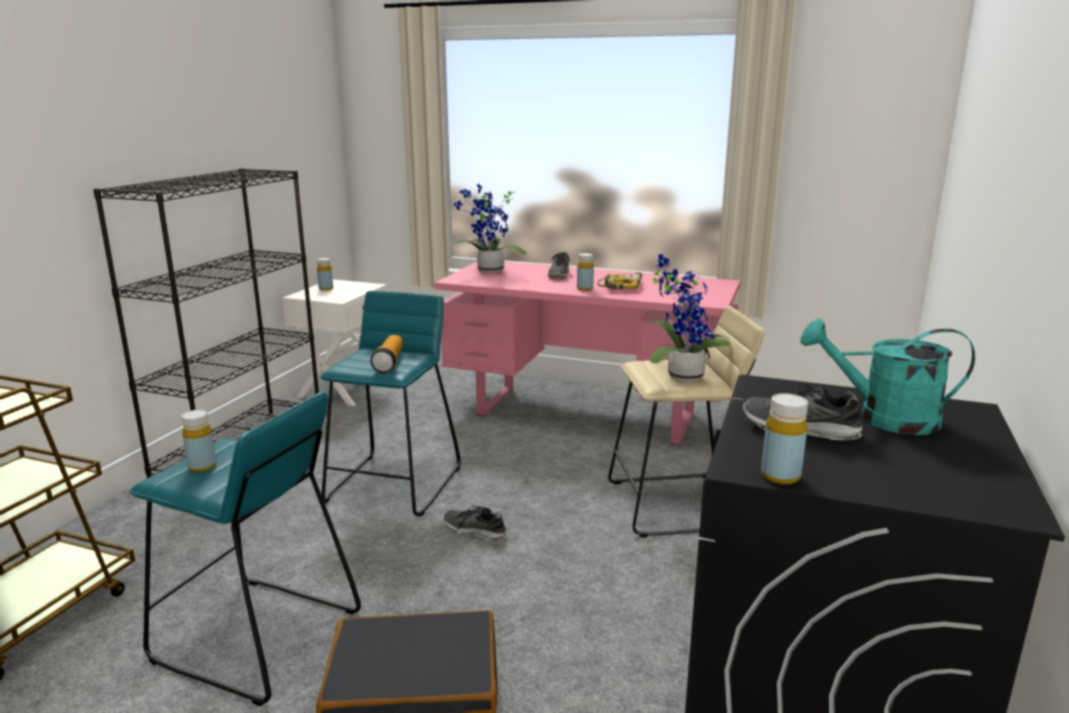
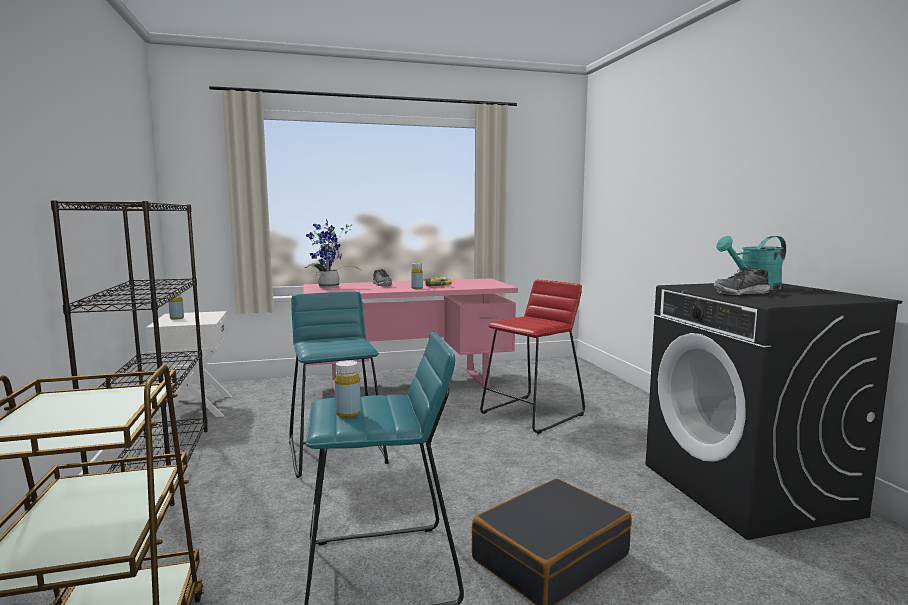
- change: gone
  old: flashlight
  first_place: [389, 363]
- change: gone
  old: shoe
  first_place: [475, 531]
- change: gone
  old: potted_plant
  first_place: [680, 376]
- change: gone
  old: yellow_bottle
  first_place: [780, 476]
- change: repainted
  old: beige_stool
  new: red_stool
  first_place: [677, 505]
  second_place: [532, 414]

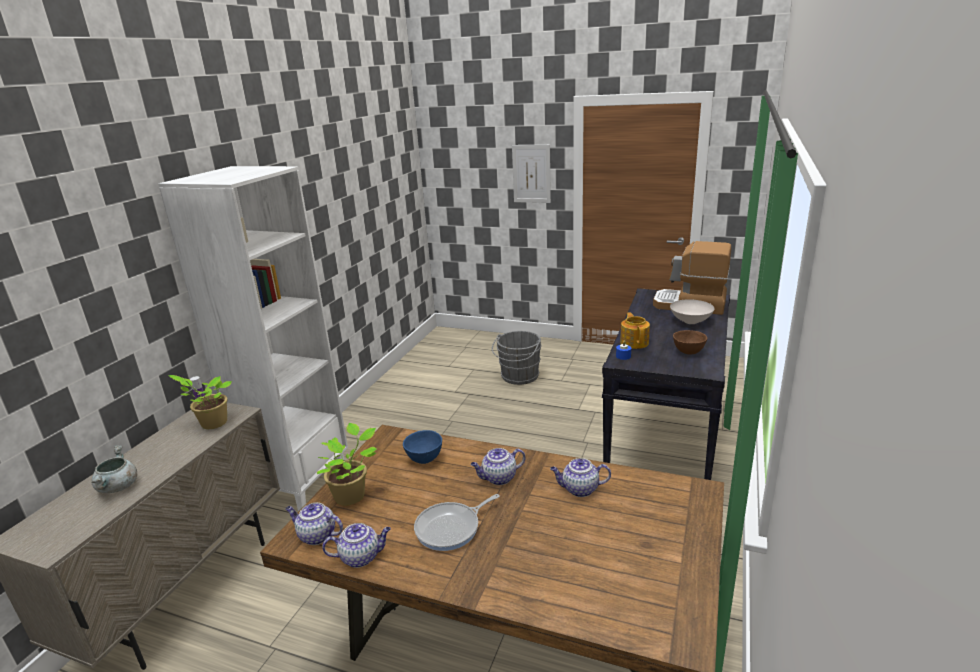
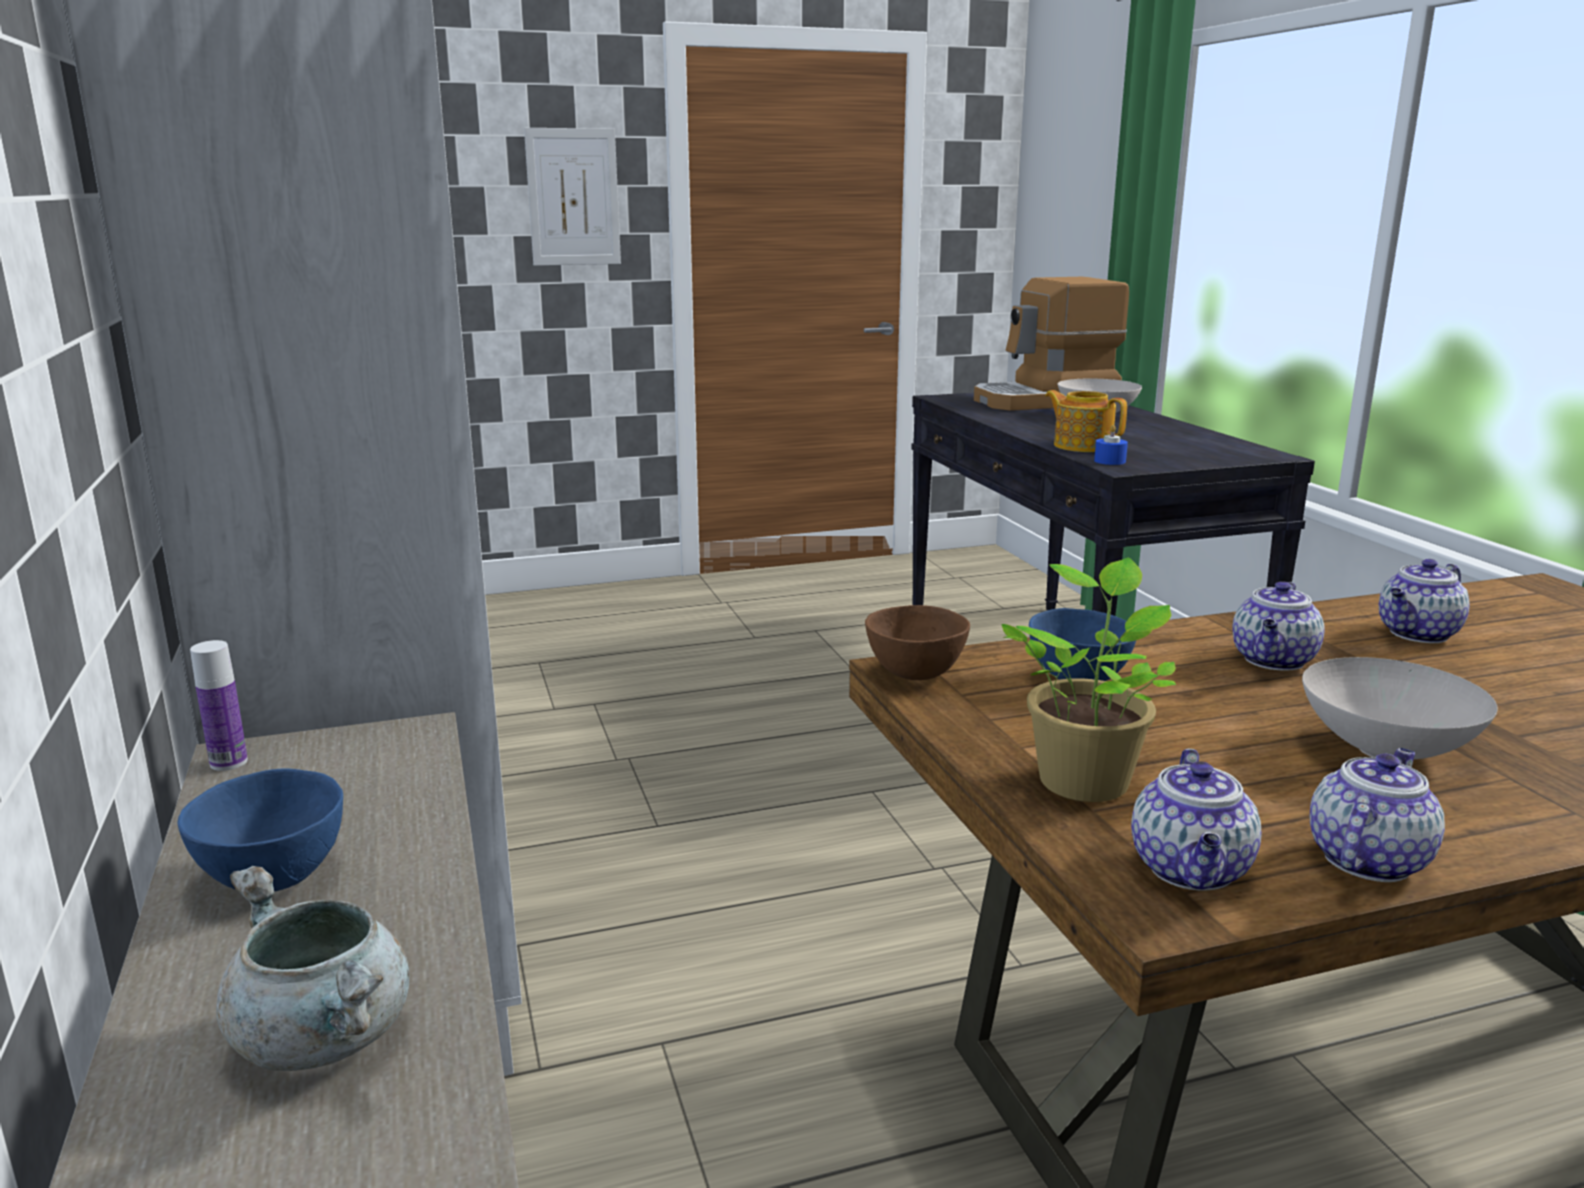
- change: gone
  old: potted_plant
  first_place: [212, 423]
- change: gone
  old: grey_bucket
  first_place: [518, 377]
- change: new
  new: blue_bowl
  second_place: [273, 876]
- change: shifted
  old: brown_bowl
  first_place: [688, 352]
  second_place: [914, 674]
- change: swapped
  old: frying_pan
  new: white_bowl
  first_place: [451, 528]
  second_place: [1389, 750]
- change: rotated
  old: teapot
  first_place: [316, 536]
  second_place: [1192, 871]
  degrees: -60

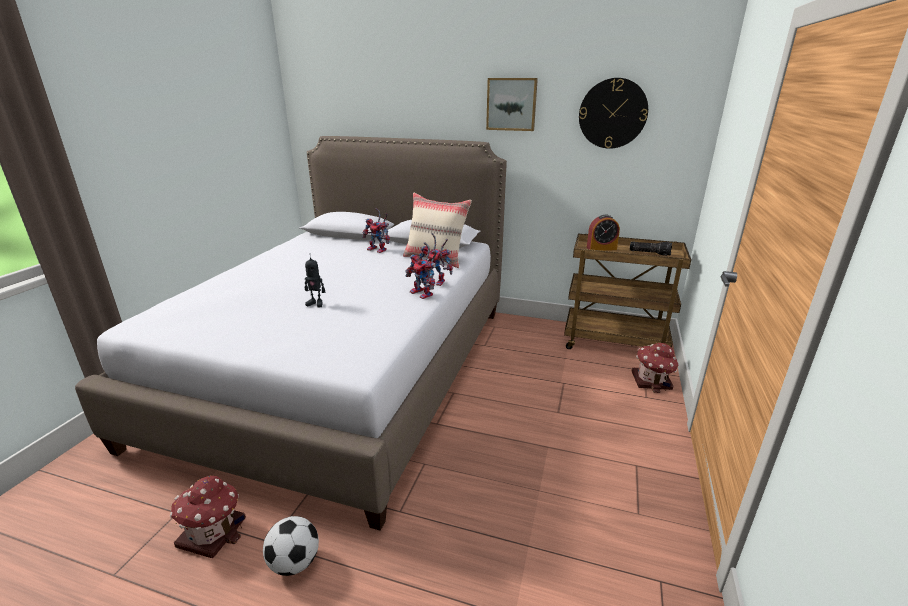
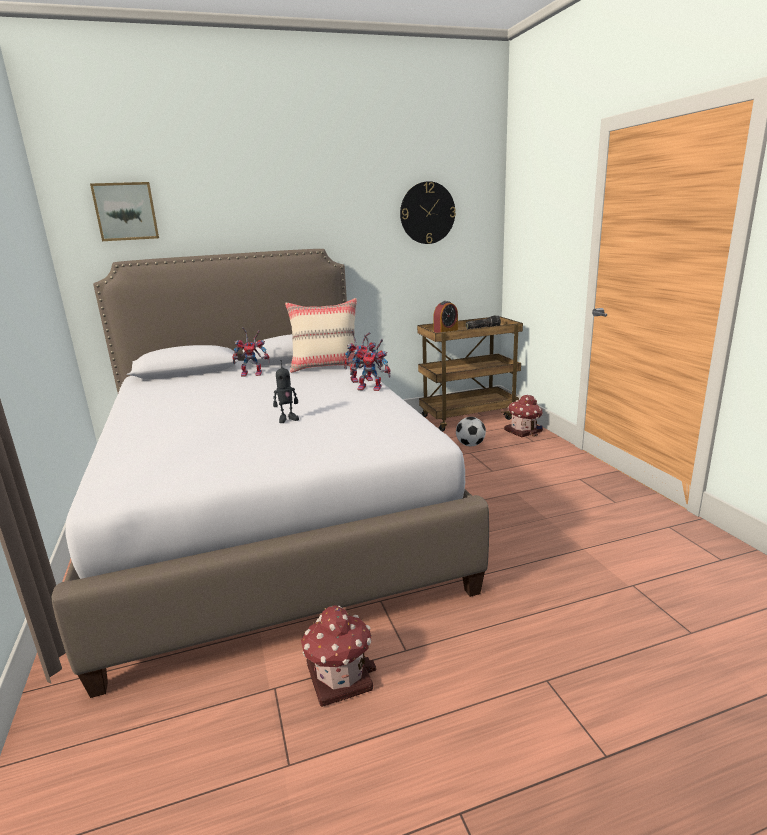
- change: shifted
  old: football
  first_place: [294, 563]
  second_place: [470, 445]
- change: shifted
  old: picture
  first_place: [511, 104]
  second_place: [126, 211]

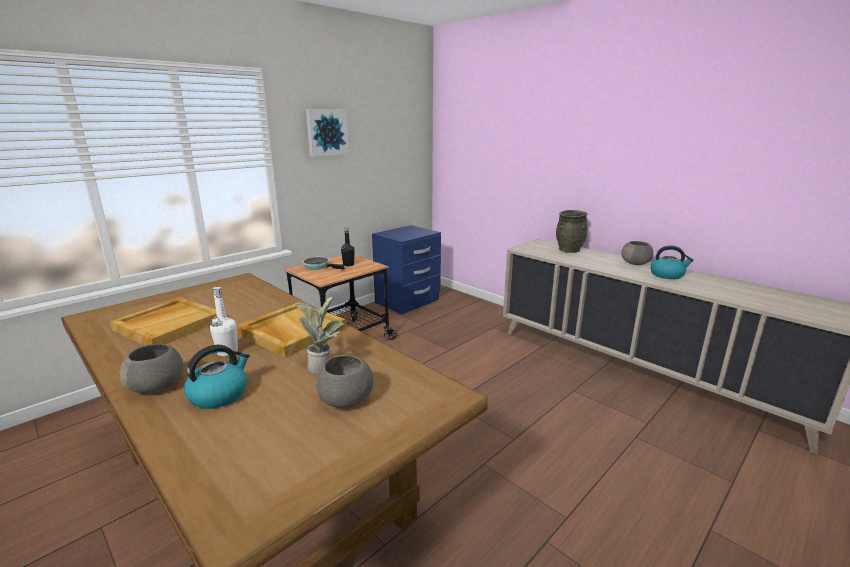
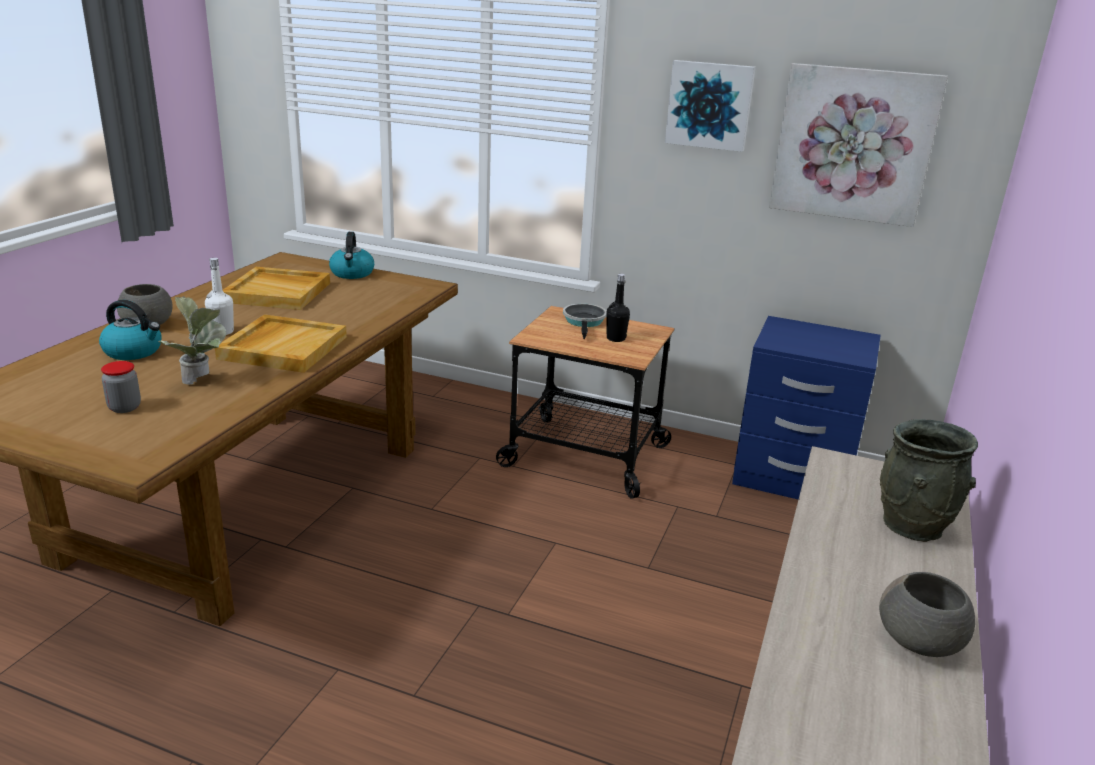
- change: new
  new: picture
  second_place: [853, 144]
- change: shifted
  old: kettle
  first_place: [667, 275]
  second_place: [352, 273]
- change: swapped
  old: grey_bowl
  new: jar
  first_place: [345, 400]
  second_place: [124, 407]

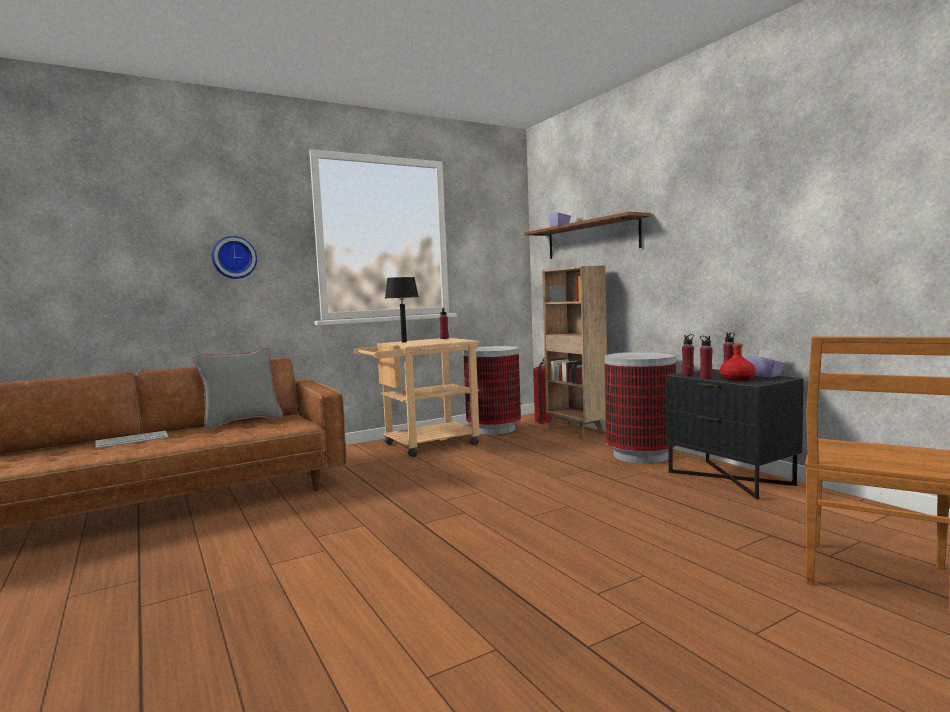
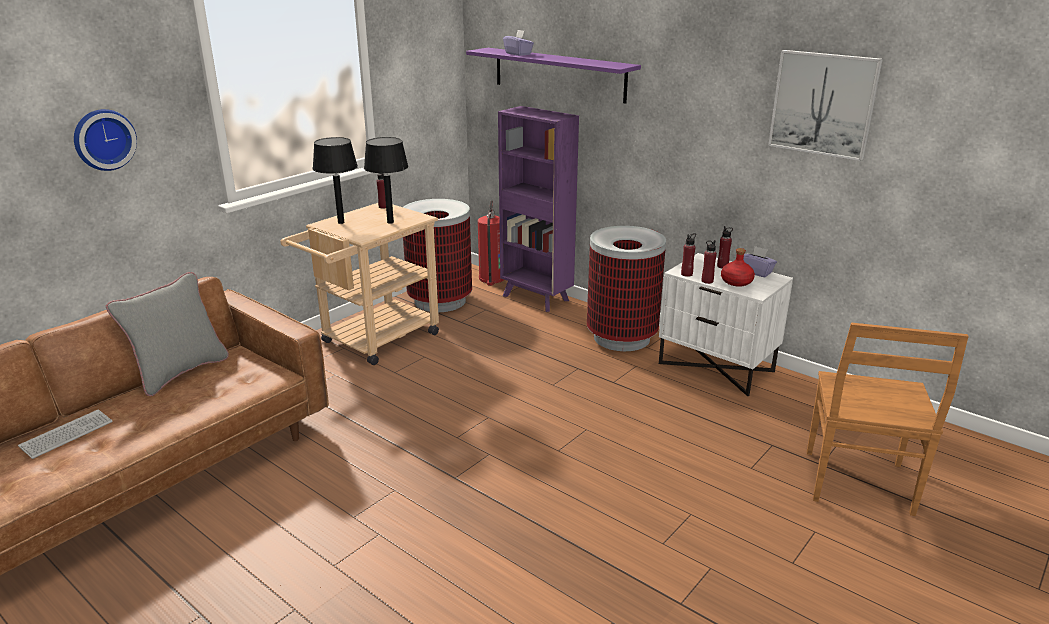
- change: new
  new: black_table_lamp
  second_place: [390, 222]
- change: new
  new: picture
  second_place: [823, 104]
- change: repainted
  old: brown_shelf
  new: purple_shelf
  first_place: [591, 239]
  second_place: [558, 74]
- change: repainted
  old: brown_bookcase
  new: purple_bookcase
  first_place: [576, 431]
  second_place: [536, 298]
- change: repainted
  old: black_nightstand
  new: white_nightstand
  first_place: [731, 478]
  second_place: [717, 367]

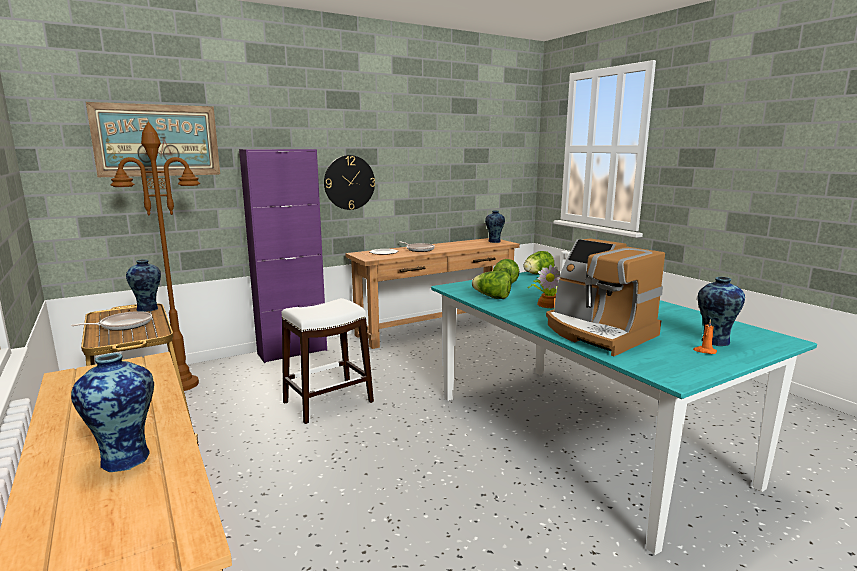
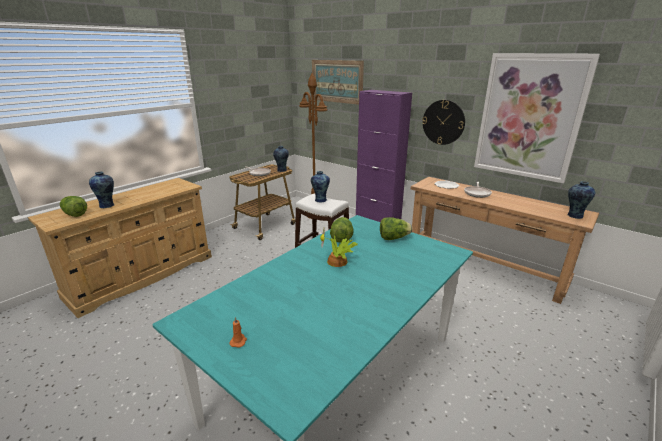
- change: gone
  old: coffee_machine
  first_place: [598, 333]
- change: new
  new: picture
  second_place: [529, 117]
- change: shifted
  old: lettuce
  first_place: [537, 275]
  second_place: [74, 214]
- change: shifted
  old: vase
  first_place: [714, 341]
  second_place: [320, 200]

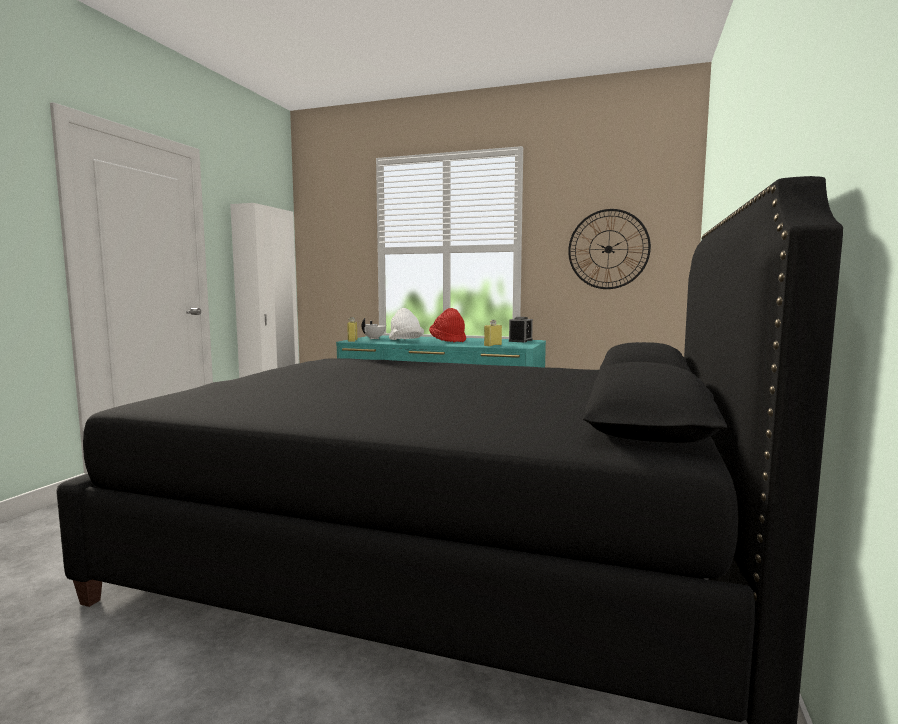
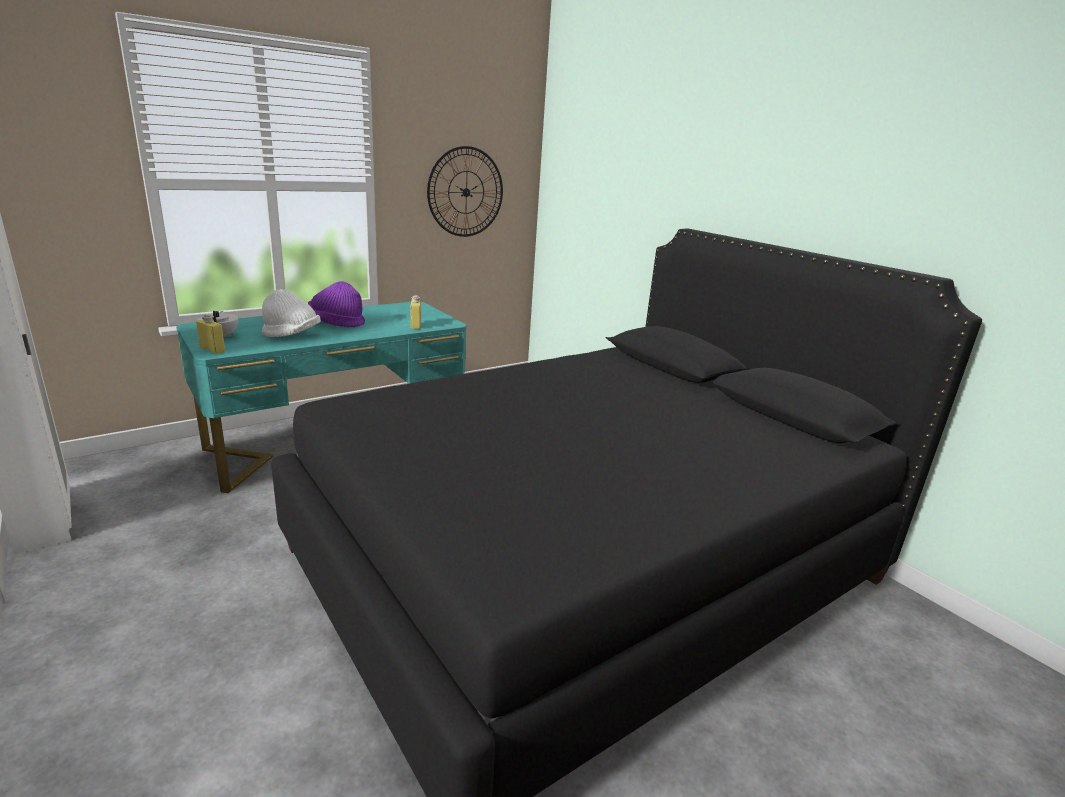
- change: gone
  old: alarm_clock
  first_place: [520, 341]
- change: repainted
  old: red_hat
  new: purple_hat
  first_place: [448, 341]
  second_place: [336, 323]

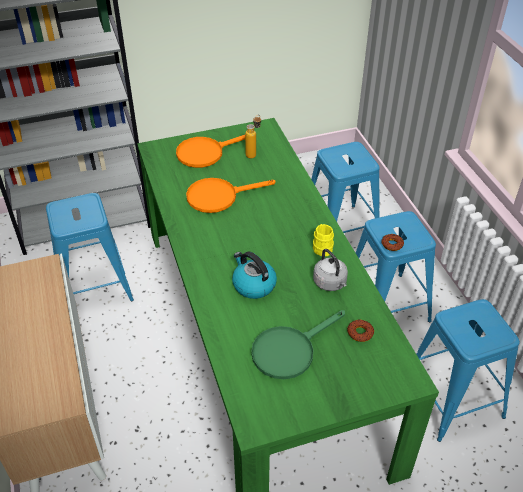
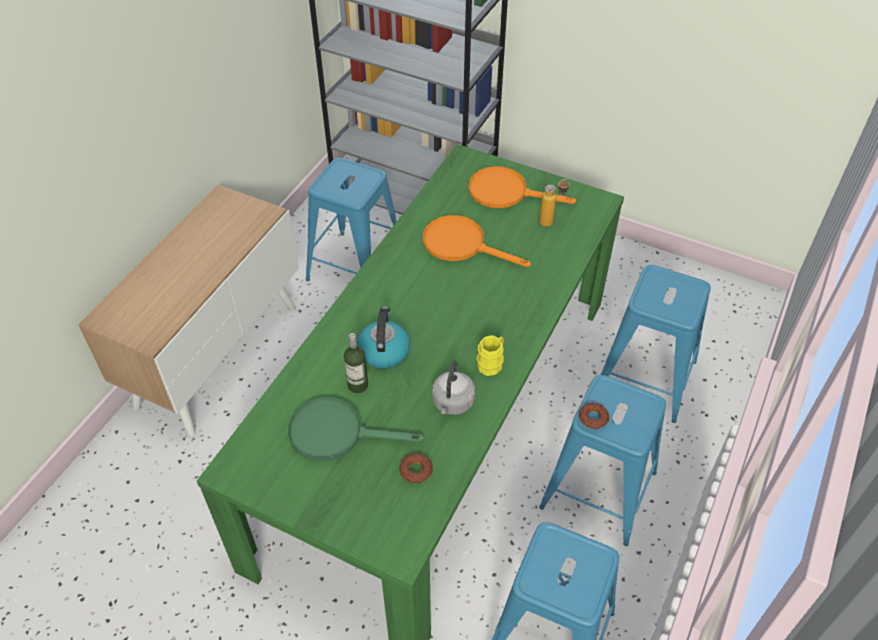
- change: new
  new: bottle
  second_place: [358, 385]

